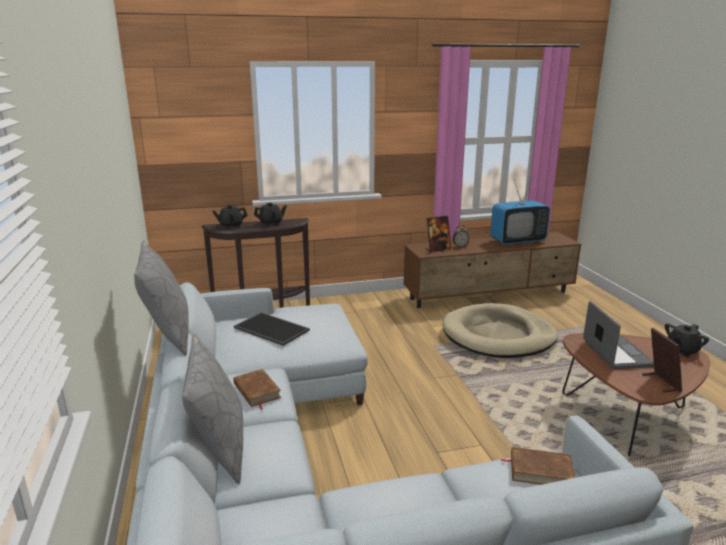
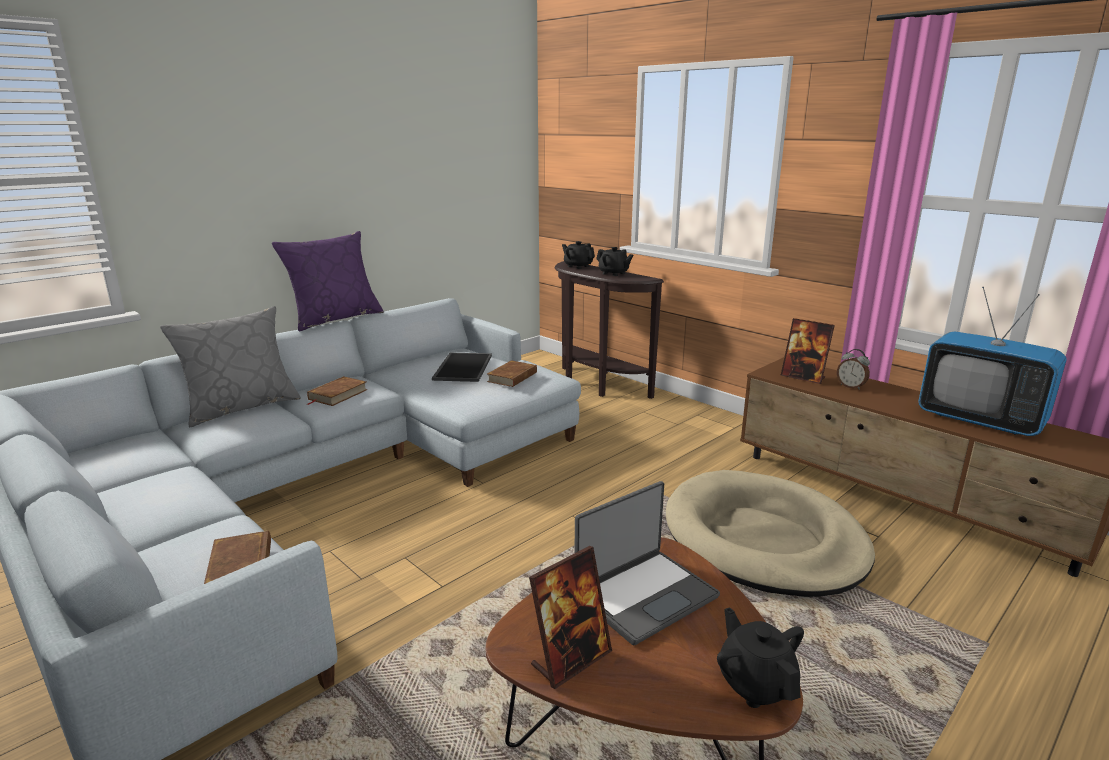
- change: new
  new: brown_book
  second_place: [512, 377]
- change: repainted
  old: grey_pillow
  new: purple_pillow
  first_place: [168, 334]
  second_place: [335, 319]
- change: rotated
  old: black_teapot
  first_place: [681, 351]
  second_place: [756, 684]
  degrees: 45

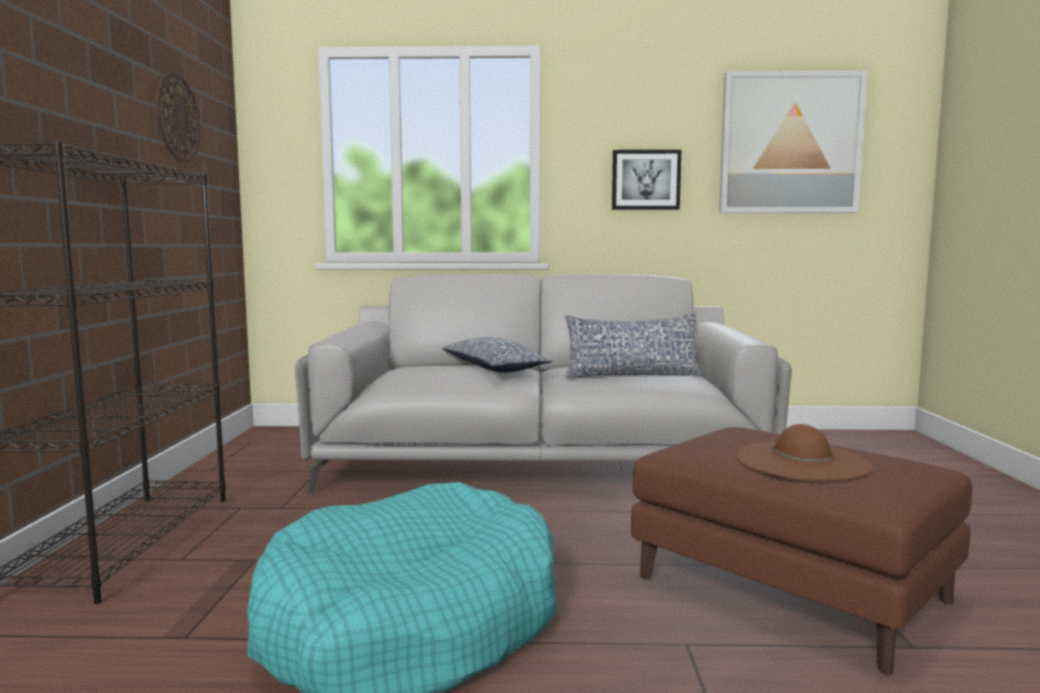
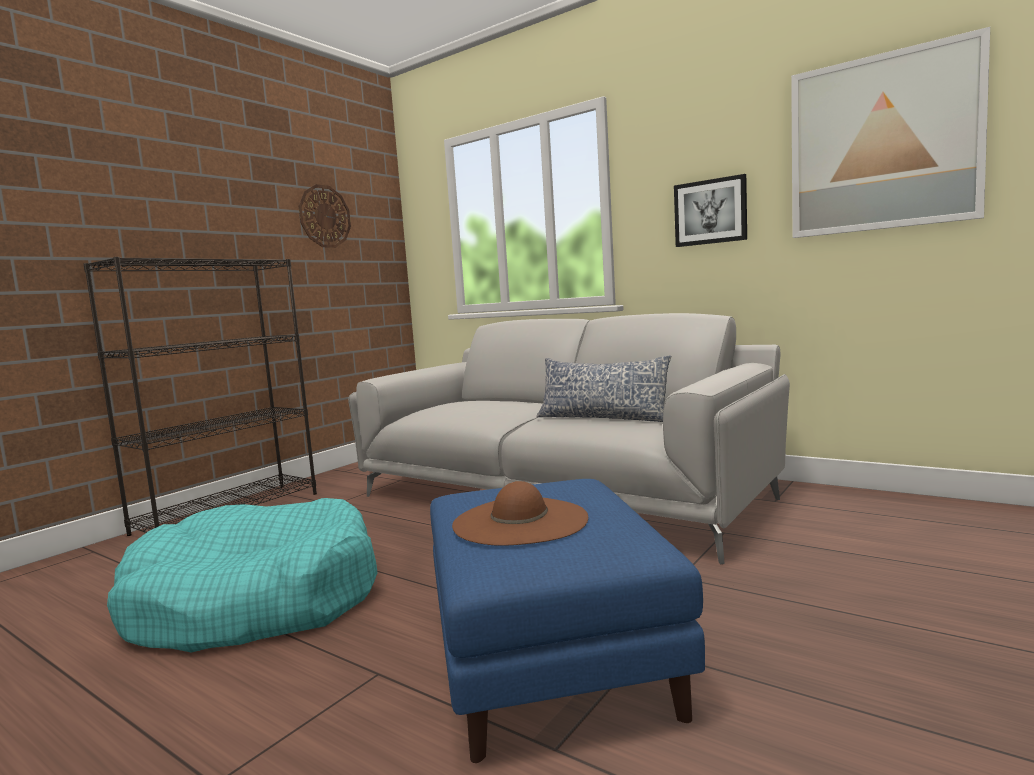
- change: gone
  old: pillow
  first_place: [493, 369]
- change: repainted
  old: brown_ottoman
  new: blue_ottoman
  first_place: [794, 591]
  second_place: [551, 659]

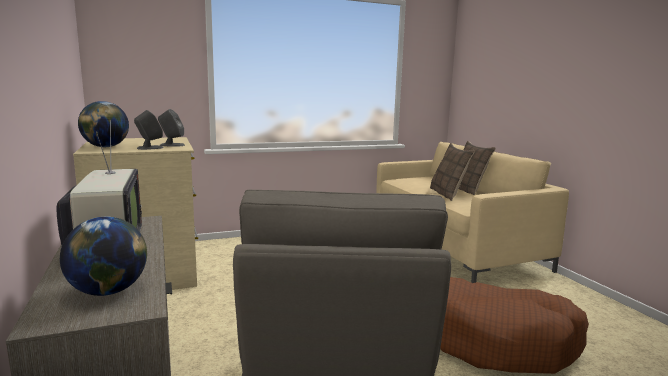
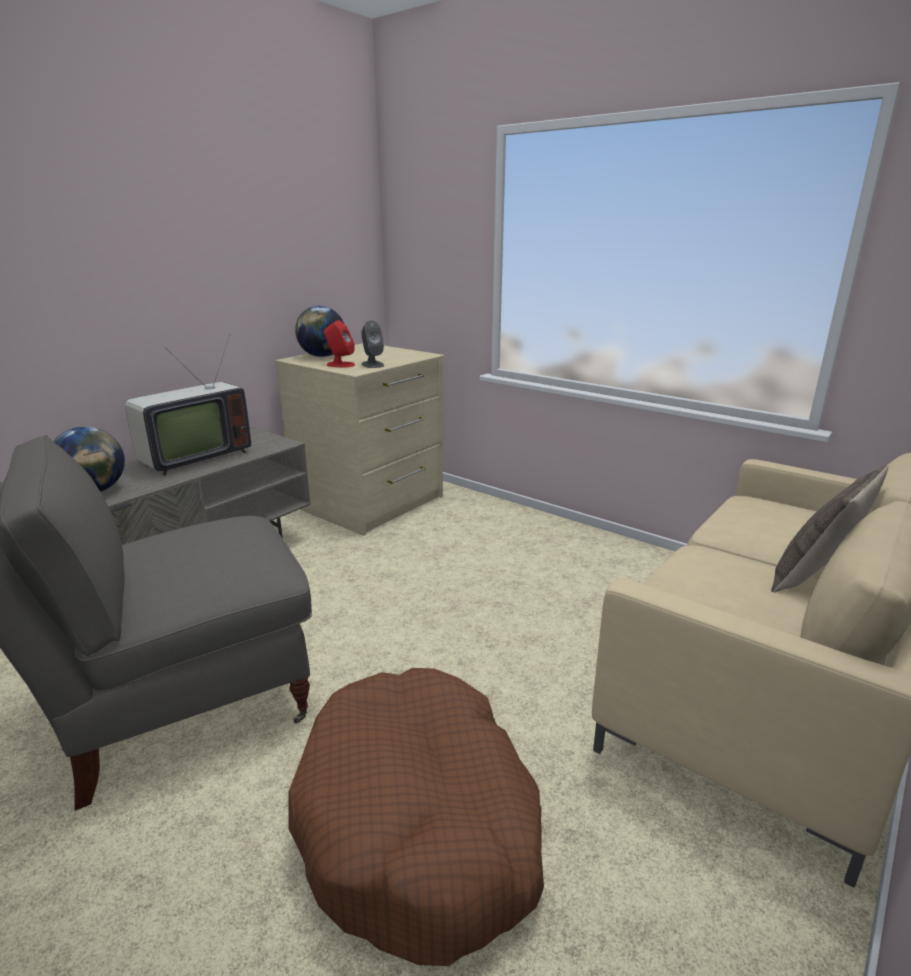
- change: gone
  old: pillow
  first_place: [448, 194]
- change: repainted
  old: grey_speaker
  new: red_speaker
  first_place: [150, 148]
  second_place: [340, 365]

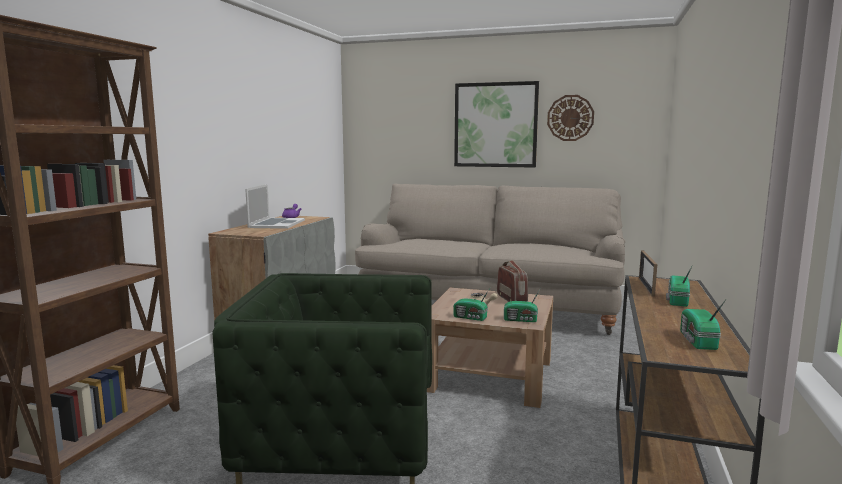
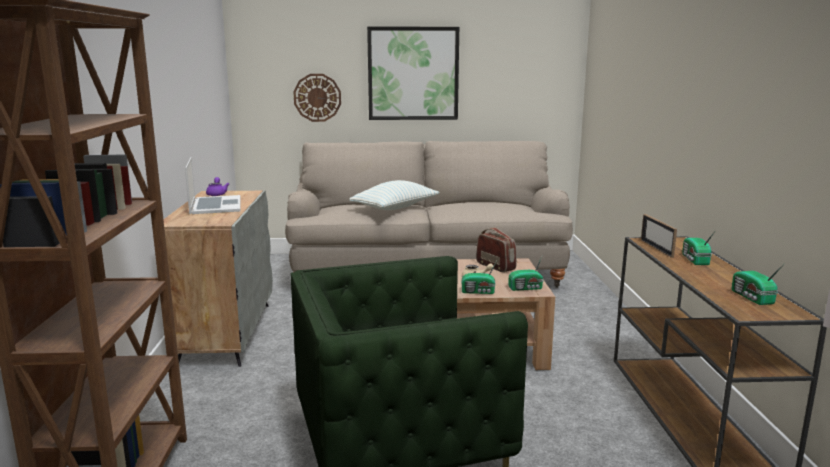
- change: new
  new: pillow
  second_place: [395, 208]
- change: shifted
  old: wall_clock
  first_place: [570, 118]
  second_place: [317, 97]

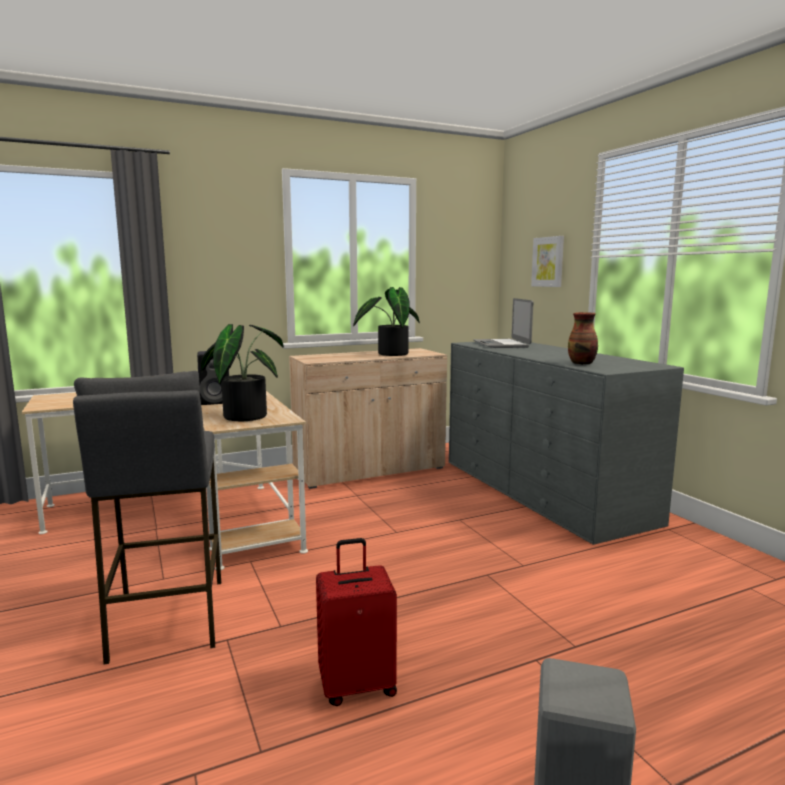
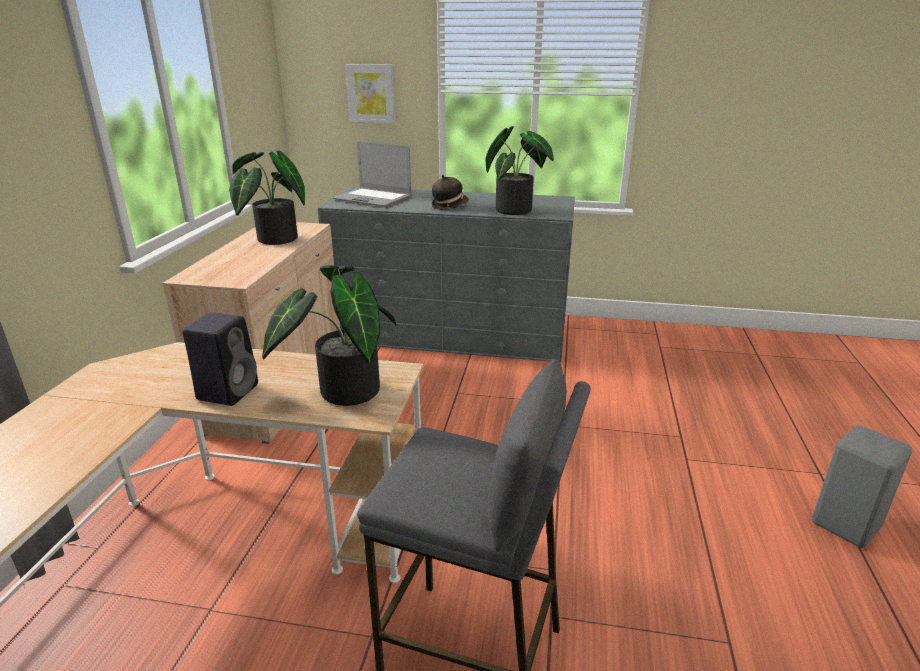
- change: gone
  old: red_suitcase
  first_place: [357, 685]
- change: new
  new: hat
  second_place: [449, 206]
- change: swapped
  old: vase
  new: potted_plant
  first_place: [582, 363]
  second_place: [518, 210]

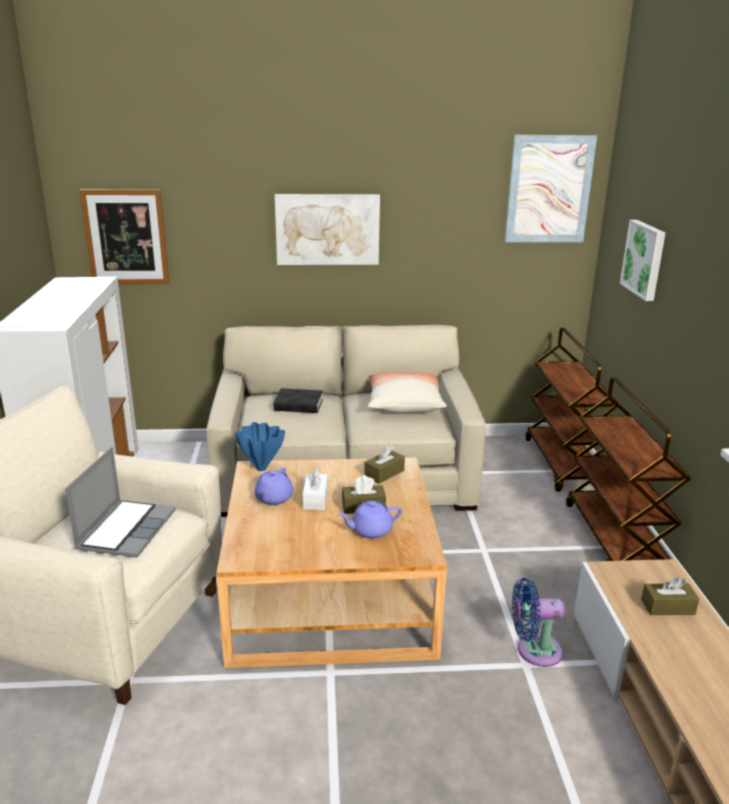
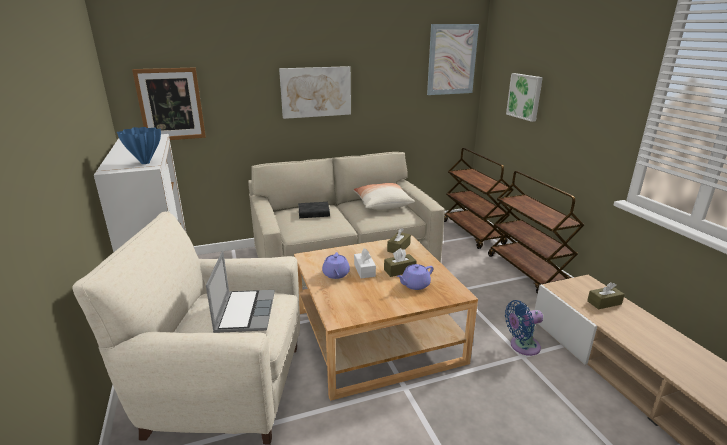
- change: shifted
  old: blue_vase
  first_place: [260, 468]
  second_place: [144, 163]

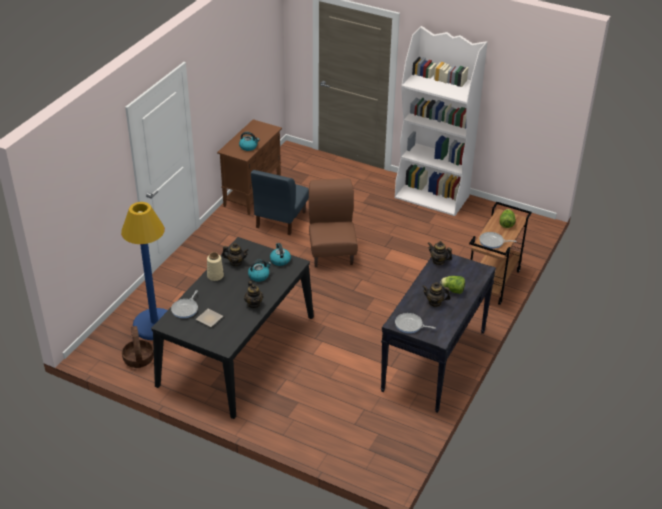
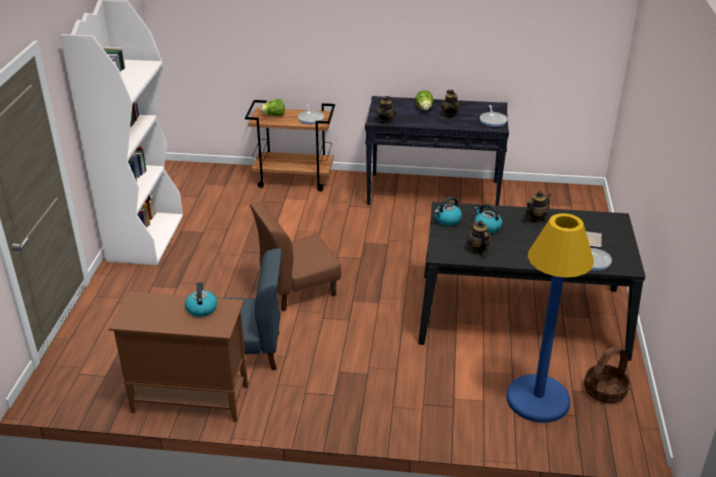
- change: gone
  old: beige_vase
  first_place: [215, 276]

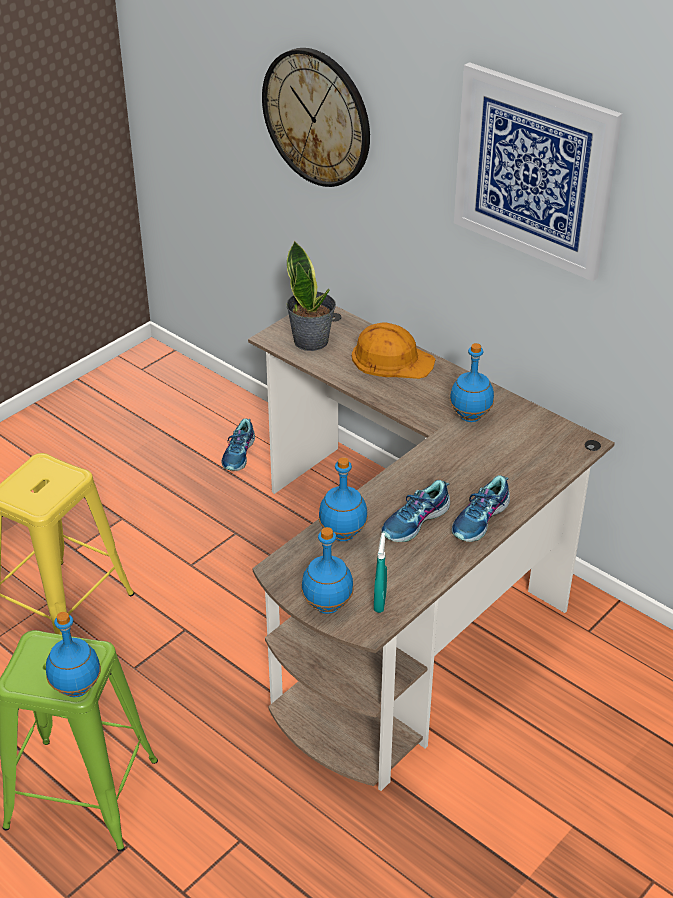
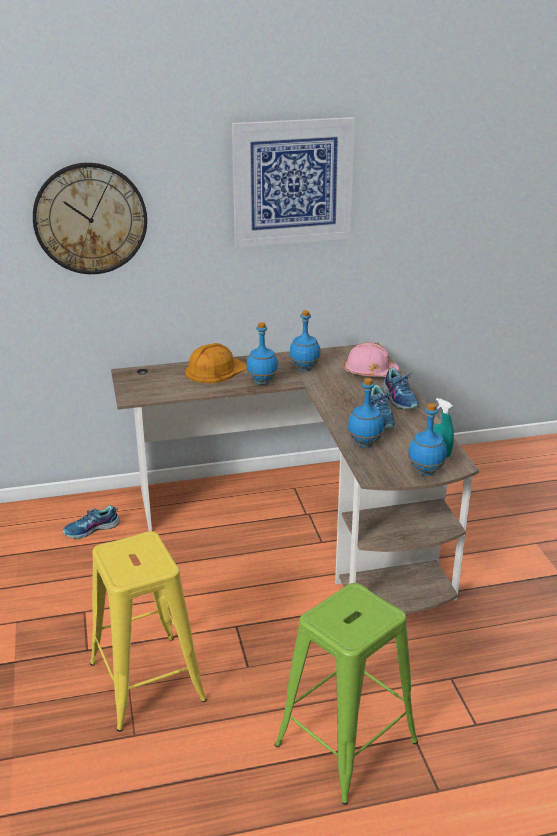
- change: gone
  old: potted_plant
  first_place: [311, 340]
- change: new
  new: pink_hard_hat
  second_place: [370, 372]
- change: shifted
  old: blue_bottle
  first_place: [77, 688]
  second_place: [262, 382]
- change: rotated
  old: shoe
  first_place: [239, 454]
  second_place: [92, 529]
  degrees: 105

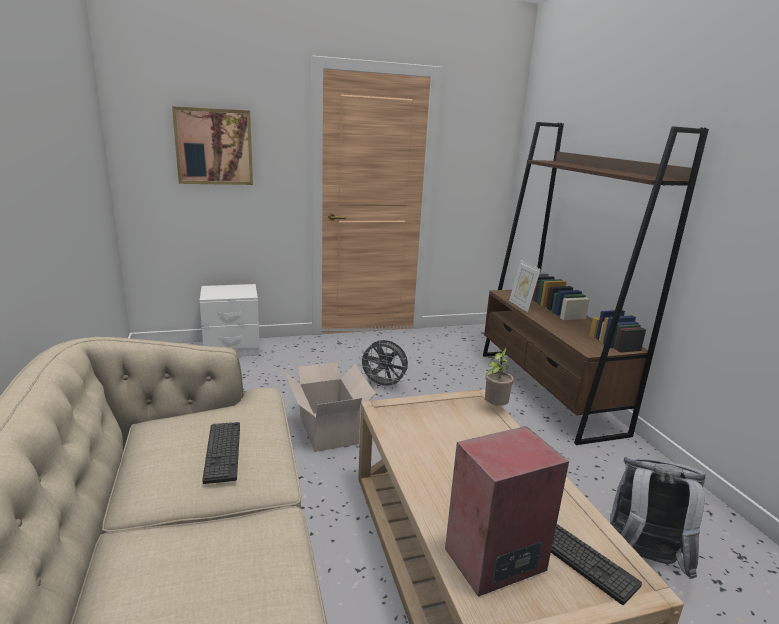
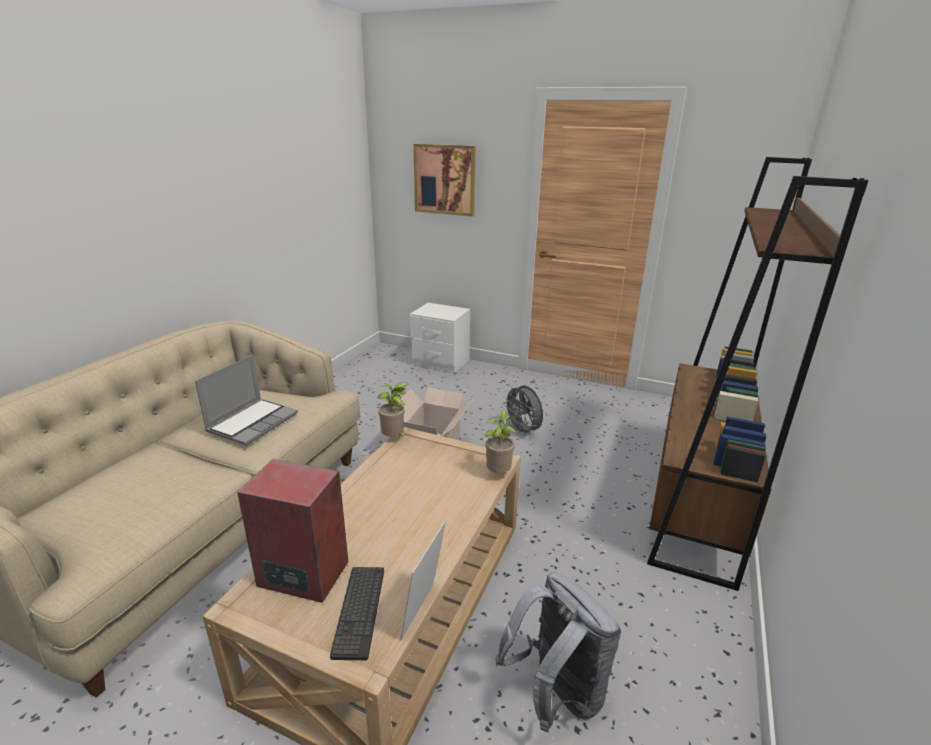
- change: new
  new: potted_plant
  second_place: [394, 438]
- change: shifted
  old: picture_frame
  first_place: [521, 306]
  second_place: [424, 613]
- change: swapped
  old: keyboard
  new: laptop
  first_place: [223, 452]
  second_place: [253, 422]

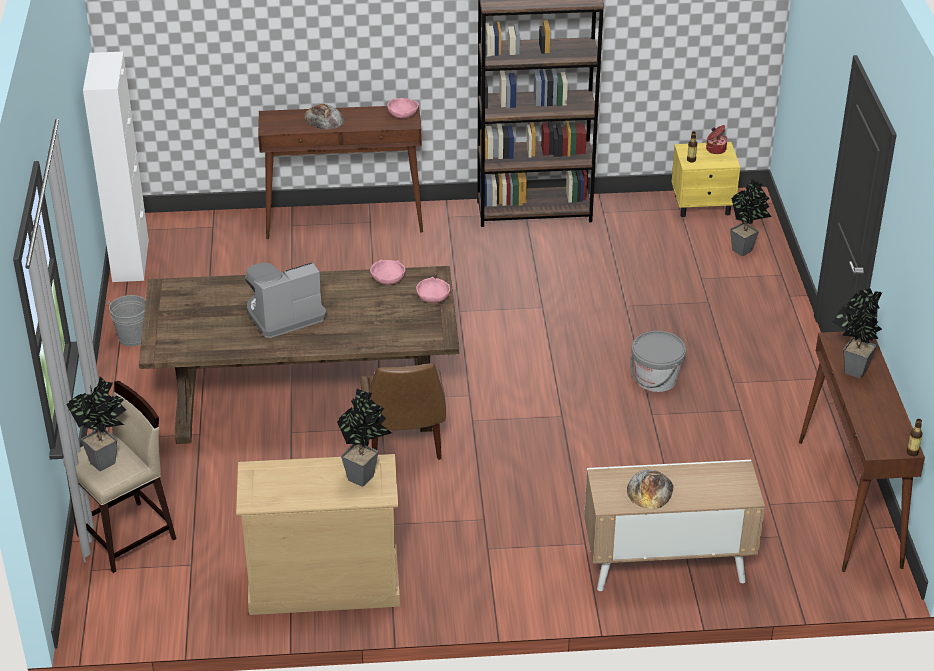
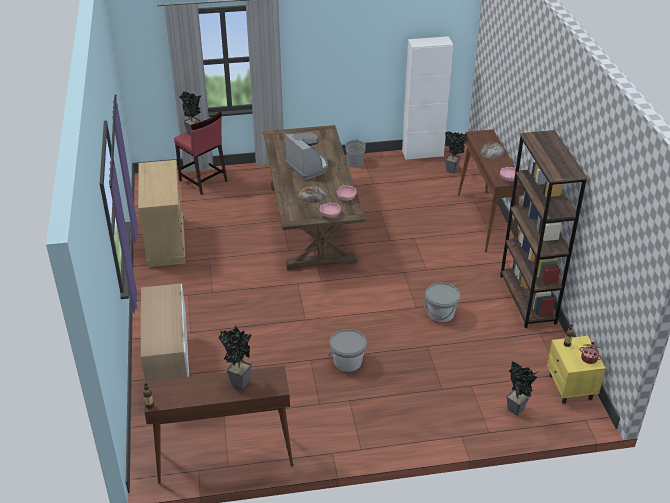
- change: gone
  old: brown_chair
  first_place: [404, 444]
- change: new
  new: grey_bucket
  second_place: [440, 313]
- change: shifted
  old: potted_plant
  first_place: [365, 476]
  second_place: [453, 171]
- change: shifted
  old: bread
  first_place: [650, 490]
  second_place: [312, 195]
- change: repainted
  old: beige_stool
  new: red_stool
  first_place: [128, 537]
  second_place: [203, 181]

